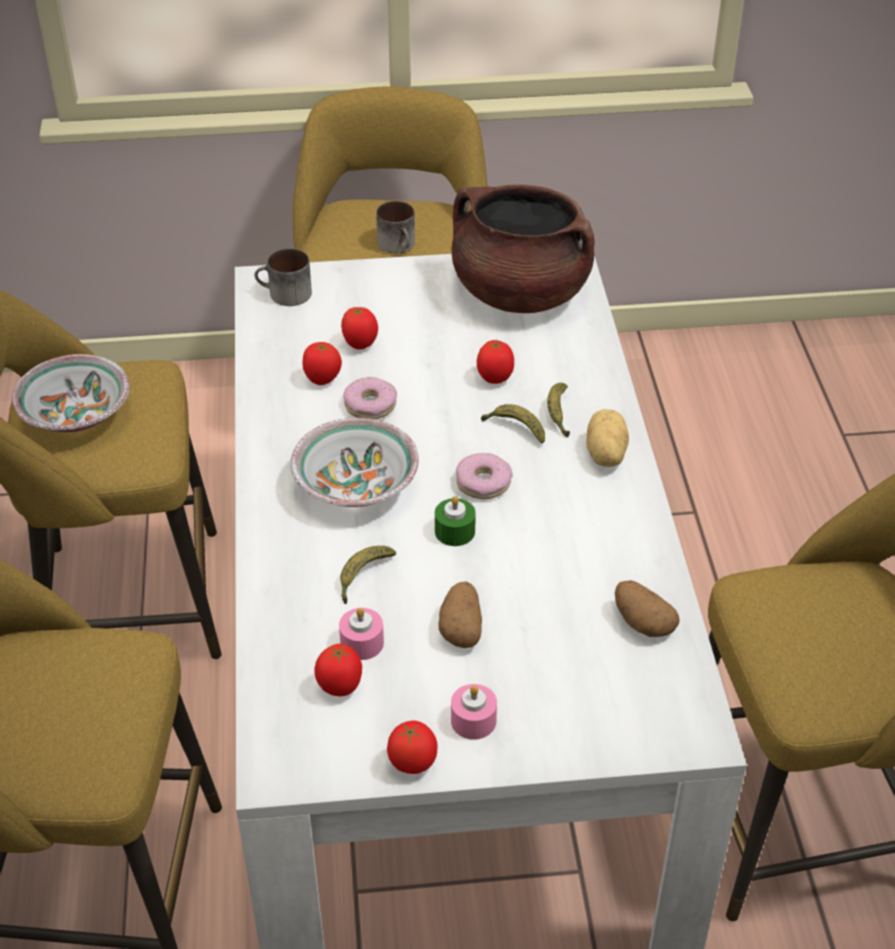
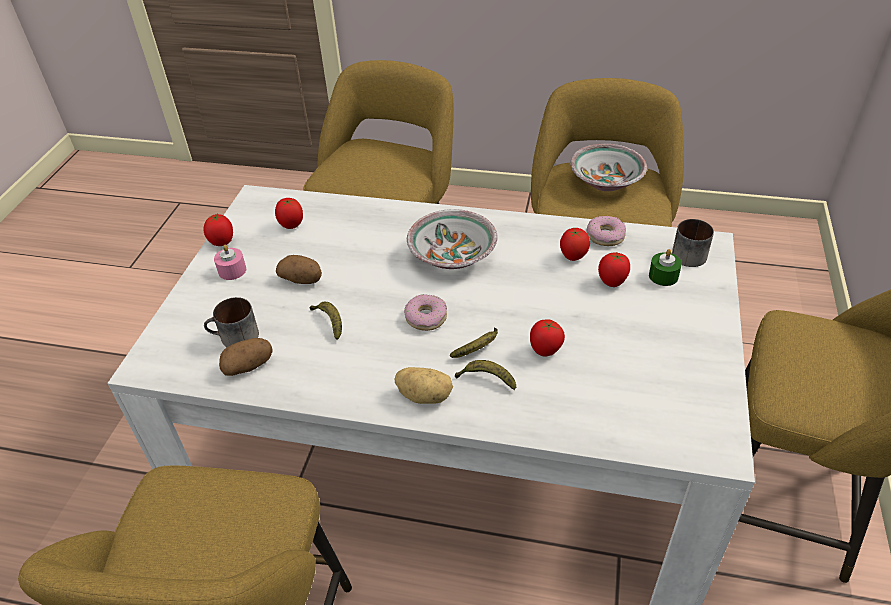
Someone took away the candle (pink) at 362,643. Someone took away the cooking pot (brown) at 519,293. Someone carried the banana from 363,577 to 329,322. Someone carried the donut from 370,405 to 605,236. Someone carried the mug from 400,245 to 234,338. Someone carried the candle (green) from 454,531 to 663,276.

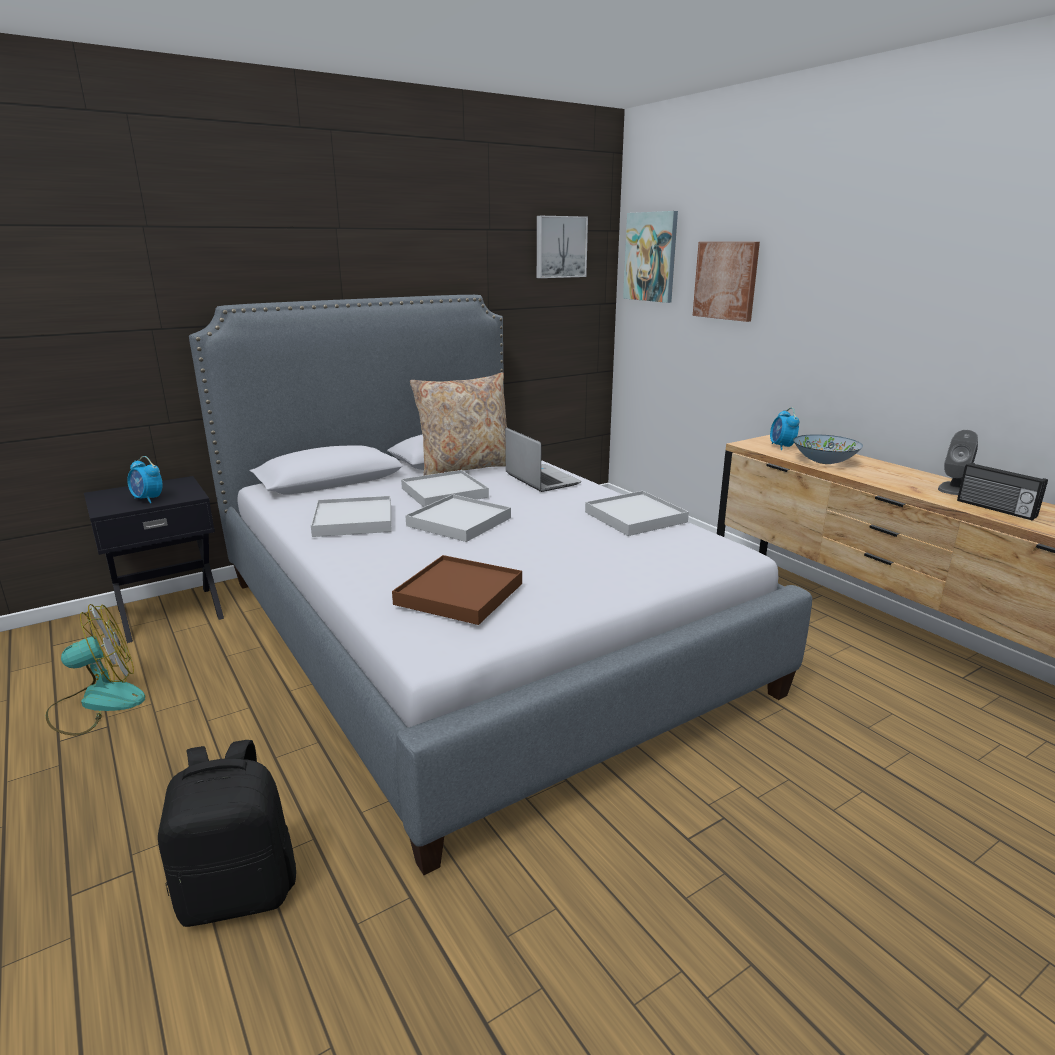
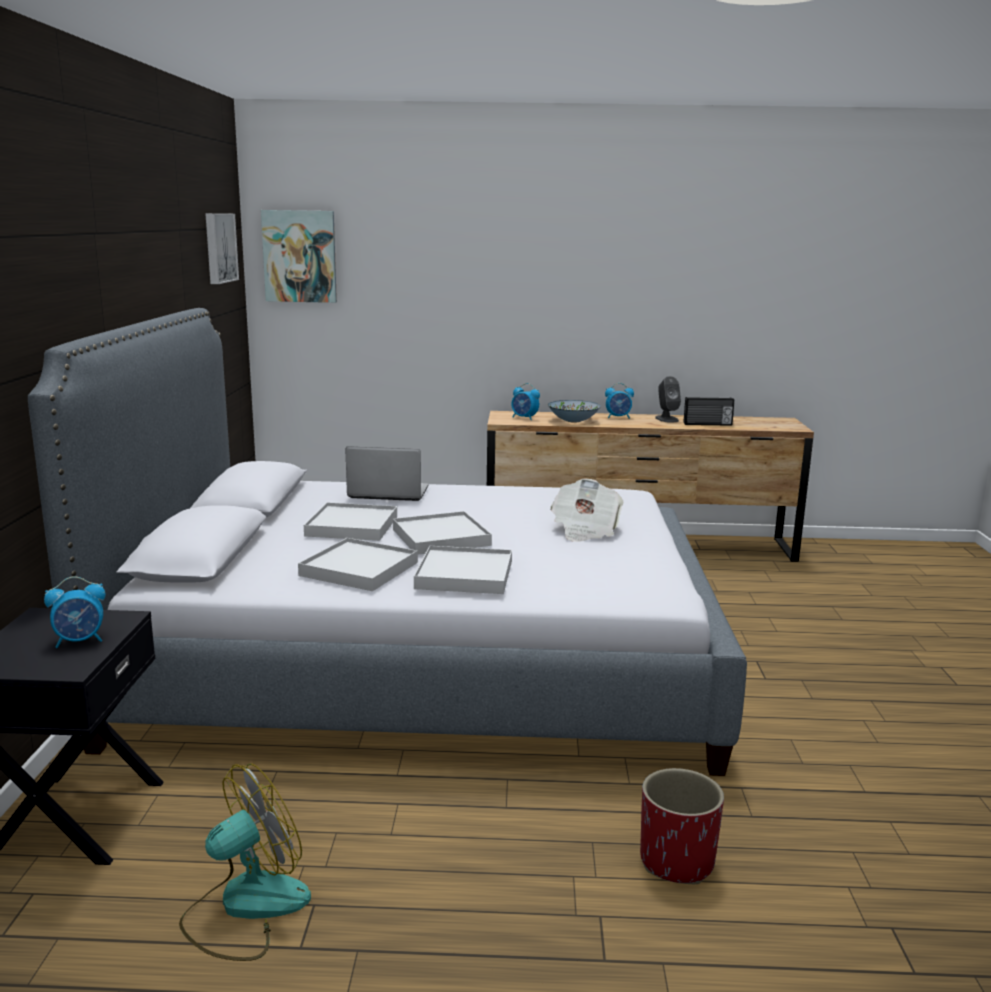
Someone took away the tray (brown) at 459,594. Someone took away the pillow (beige) at 466,468. Someone took away the picture at 726,280. Someone put down the newspaper at 585,530. Someone put down the alarm clock at 618,417. Someone carried the tray (white) from 635,517 to 464,575. Someone swapped the backpack (black) at 239,891 for the planter (red) at 676,861. Someone rotated the fan at 97,703 by 45 degrees clockwise.

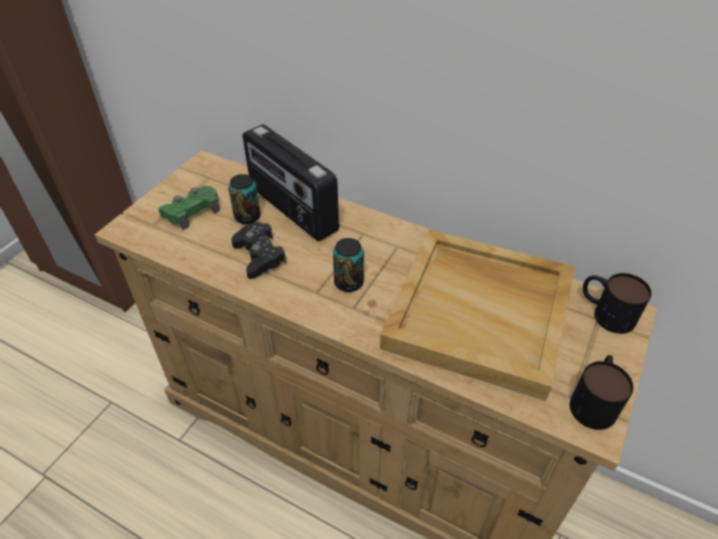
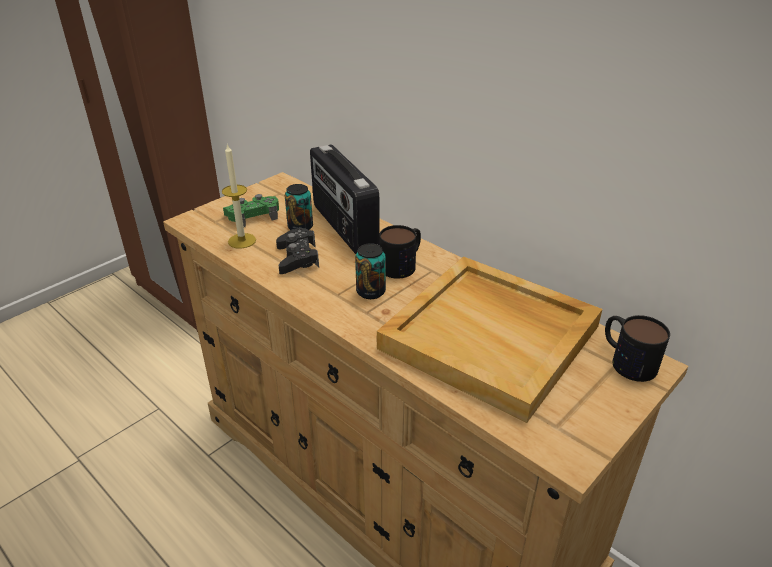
Someone put down the candle at 242,241. Someone carried the mug from 594,400 to 403,264.

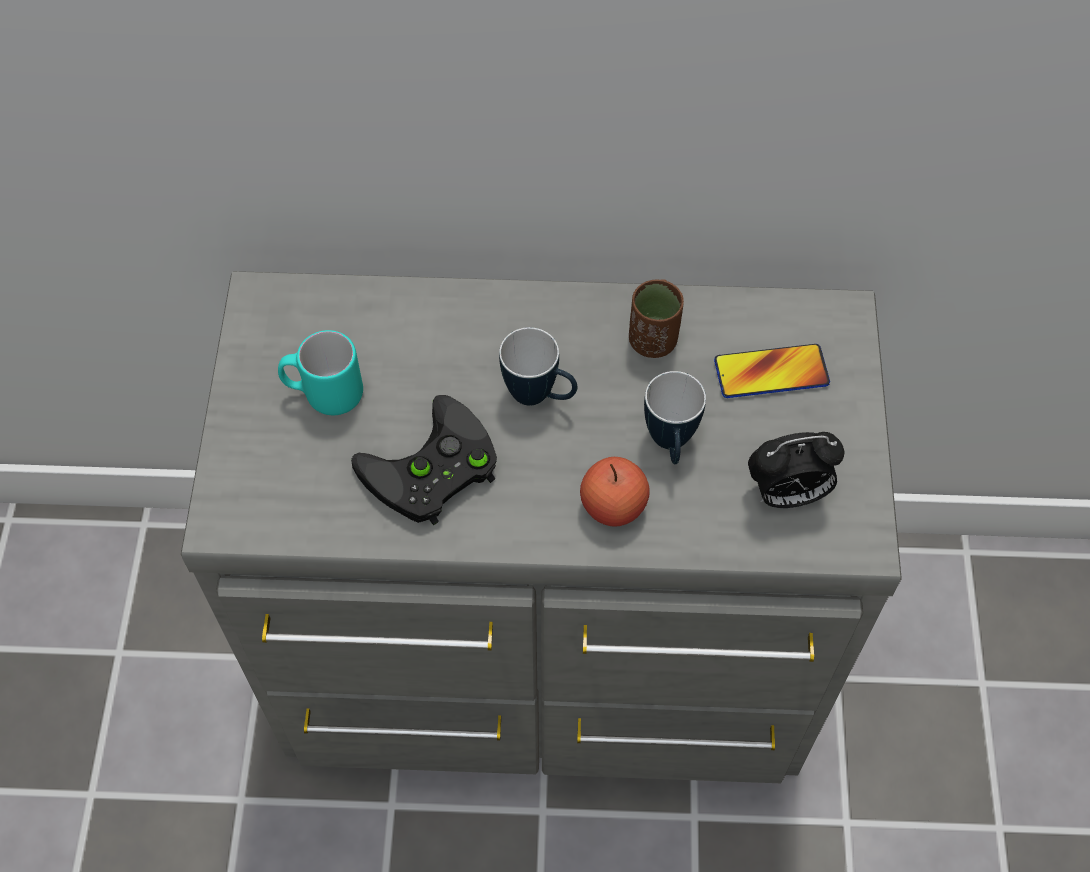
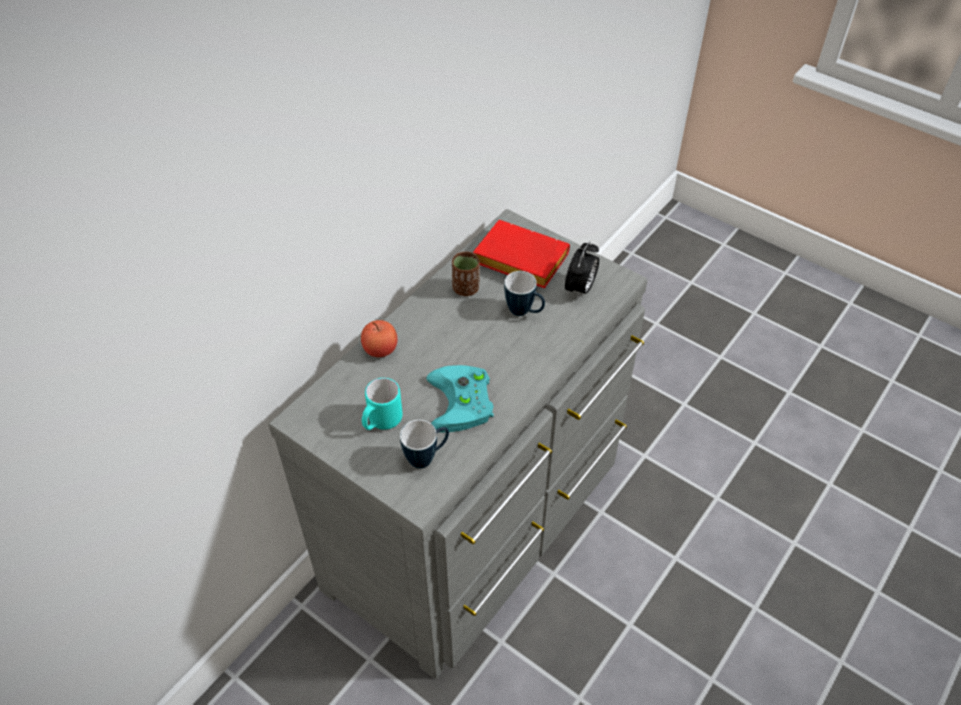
Someone carried the mug from 540,396 to 427,457. Someone carried the apple from 613,505 to 380,349. Someone swapped the phone at 771,372 for the book (red) at 517,260. Someone repainted the game controller (black) at 430,472, which became the game controller (turquoise) at 463,403.

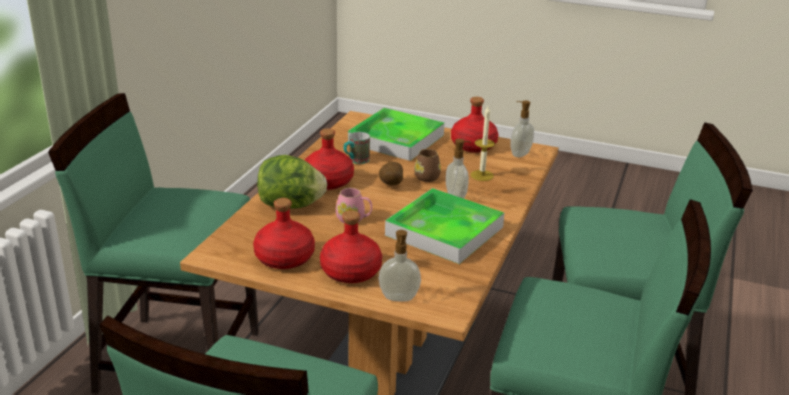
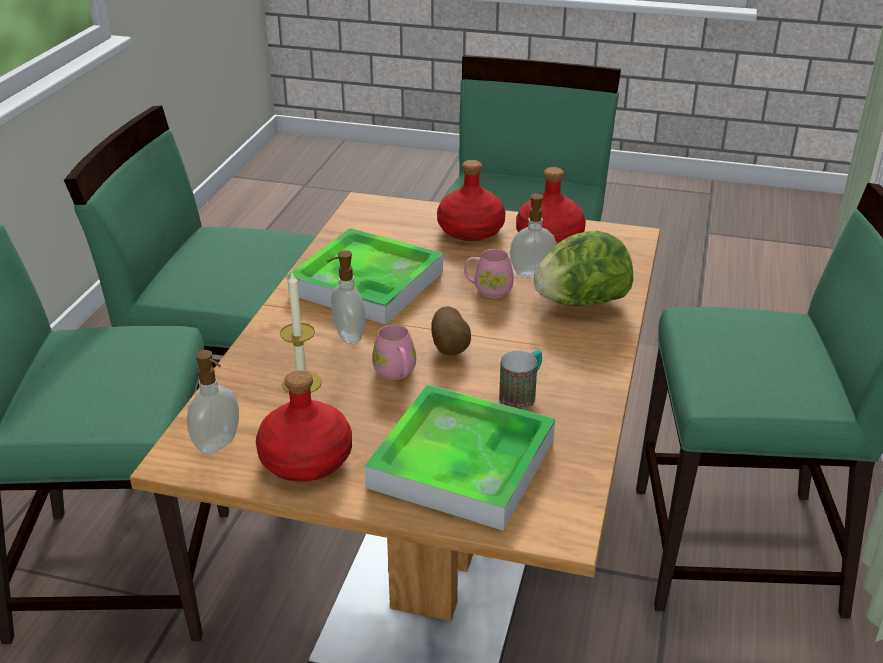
Someone took away the bottle (red) at 328,182. Someone carried the soap dispenser from 399,298 to 532,273. Someone repainted the mug (brown) at 426,176, which became the mug (pink) at 396,373.

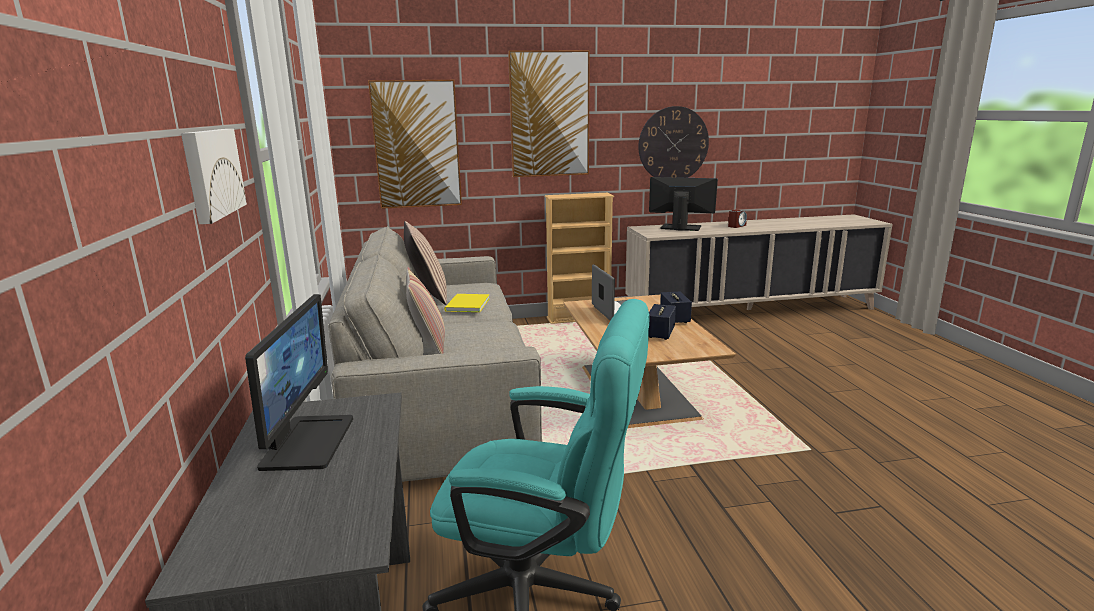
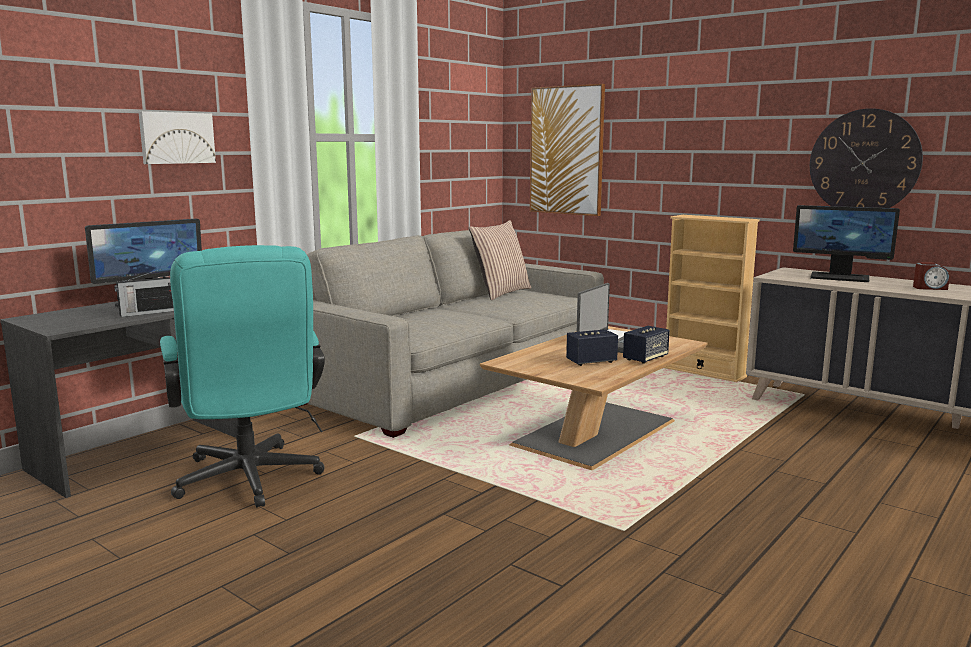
Someone took away the pillow at 428,346. Someone took away the book (yellow) at 466,305. Someone took away the picture at 549,114. Someone put down the radio at 146,313. Someone rotated the monitor at 680,227 by 135 degrees clockwise.

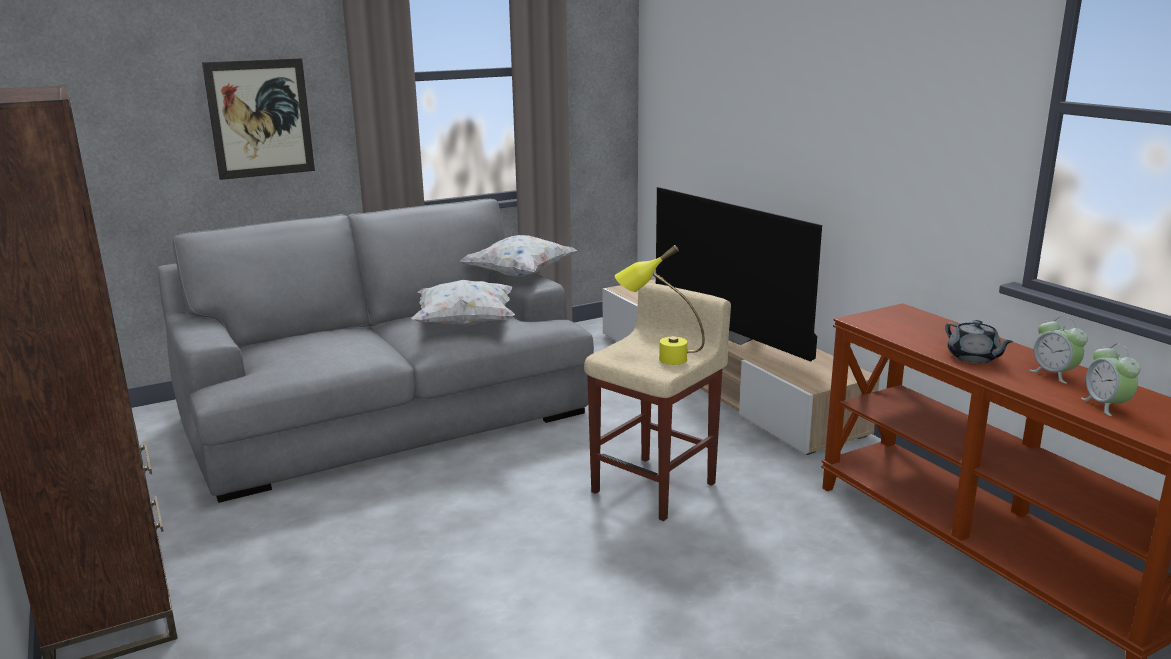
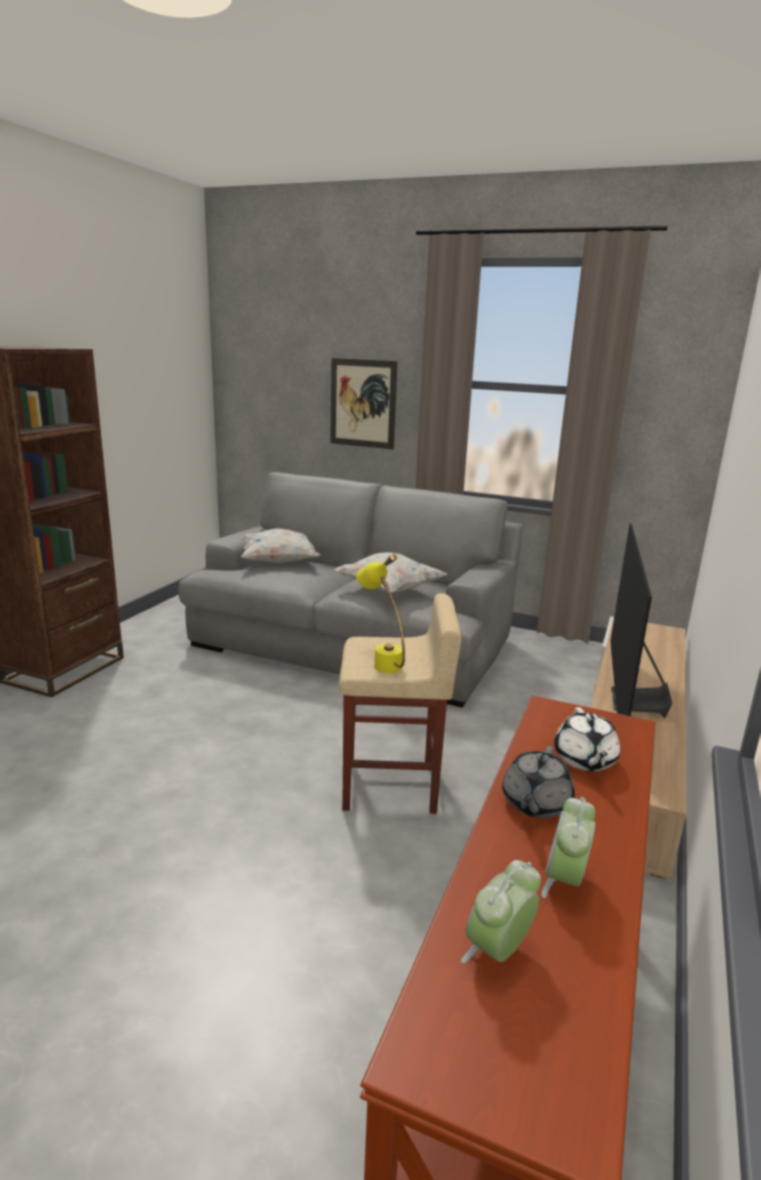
Someone put down the teapot (white) at 584,759. Someone carried the pillow (white) from 520,275 to 279,562.

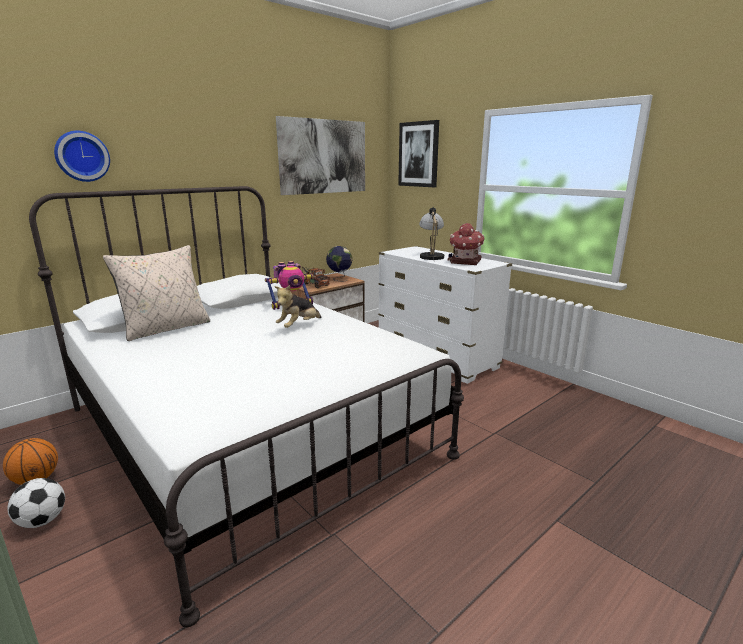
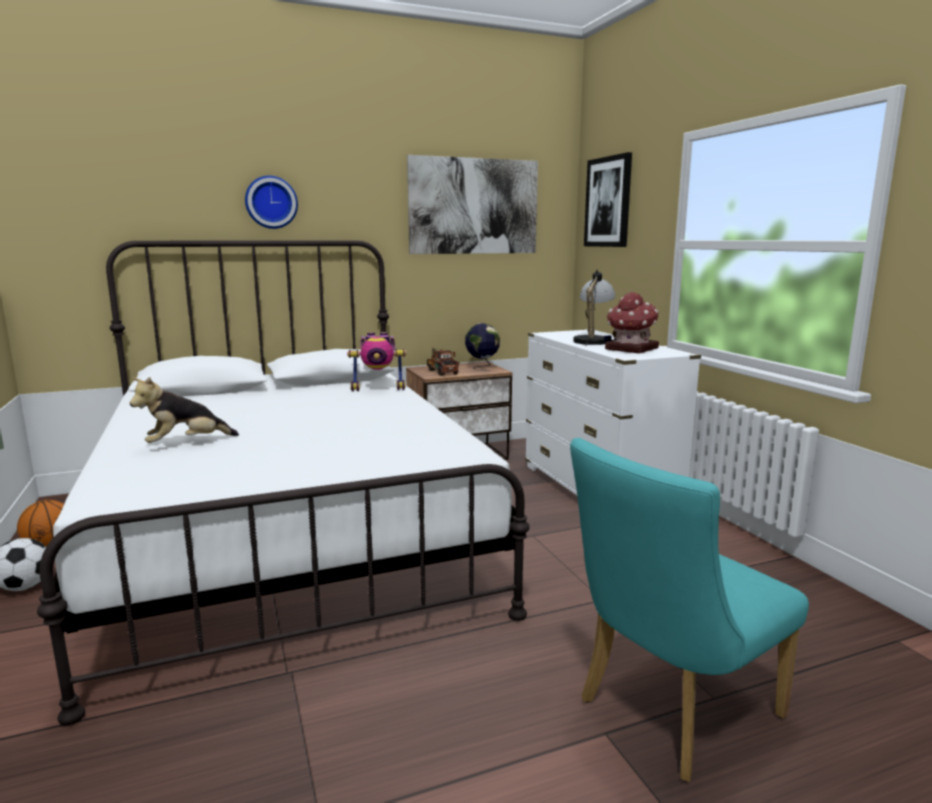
Someone took away the pillow (beige) at 166,328. Someone put down the chair (turquoise) at 669,713. Someone carried the wall clock from 82,156 to 271,202. Someone carried the plush toy from 299,326 to 186,444.

